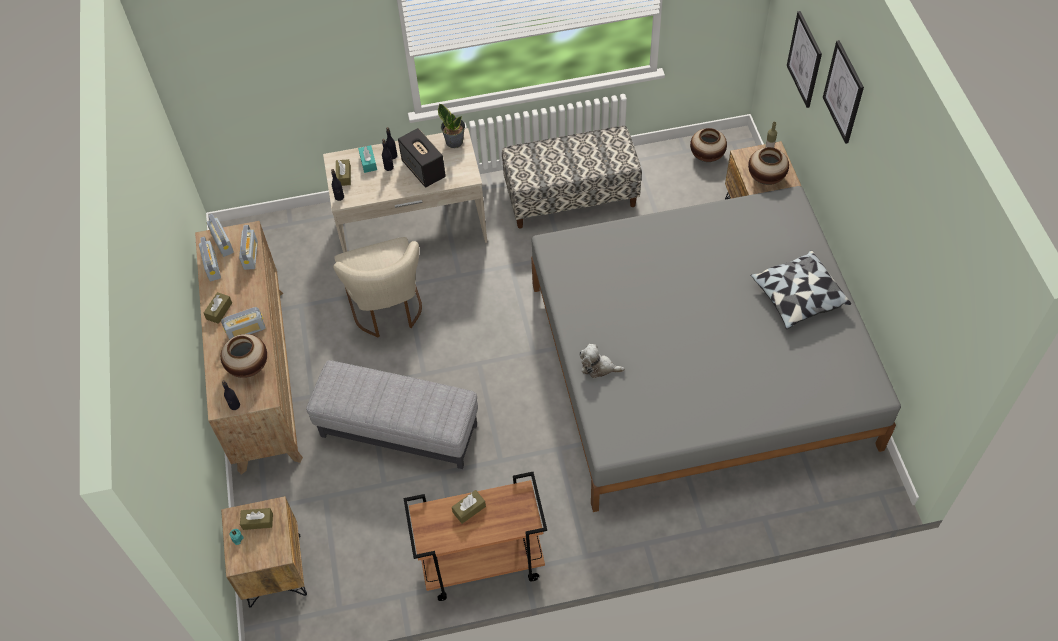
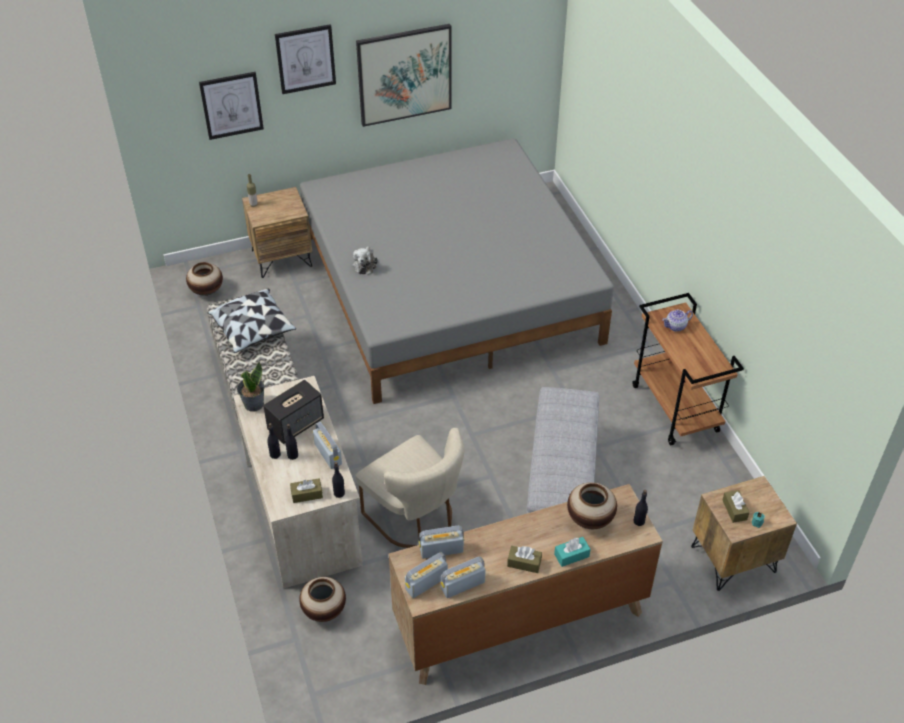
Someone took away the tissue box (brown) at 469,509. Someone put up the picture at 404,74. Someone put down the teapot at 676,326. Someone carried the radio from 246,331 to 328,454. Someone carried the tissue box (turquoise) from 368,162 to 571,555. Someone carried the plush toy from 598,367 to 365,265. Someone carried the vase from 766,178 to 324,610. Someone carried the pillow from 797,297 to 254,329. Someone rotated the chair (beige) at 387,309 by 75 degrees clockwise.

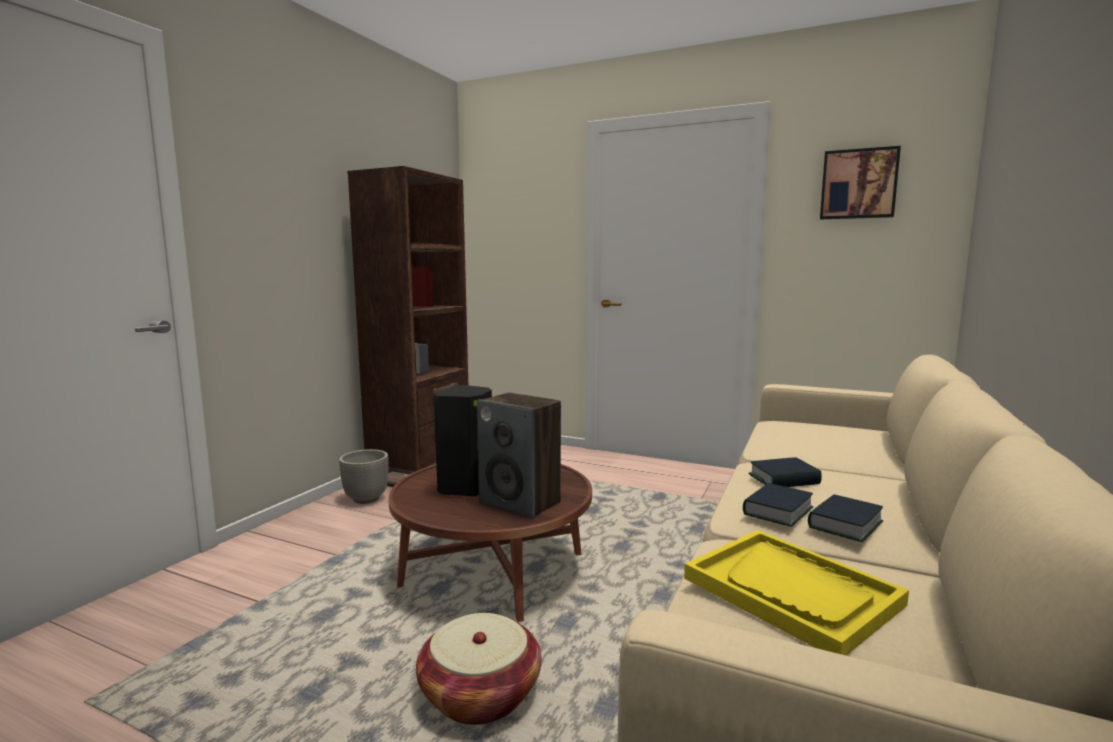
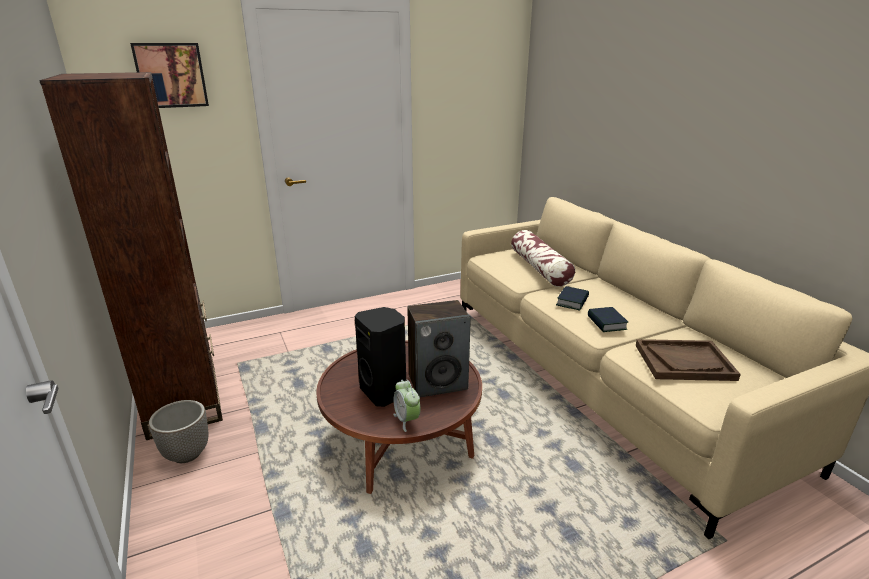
Someone took away the basket at 480,694. Someone took away the book at 844,525. Someone put down the alarm clock at 407,420. Someone put down the pillow at 540,268. Someone carried the picture from 858,184 to 171,75. Someone repainted the tray (yellow) at 791,591, which became the tray (brown) at 684,362.

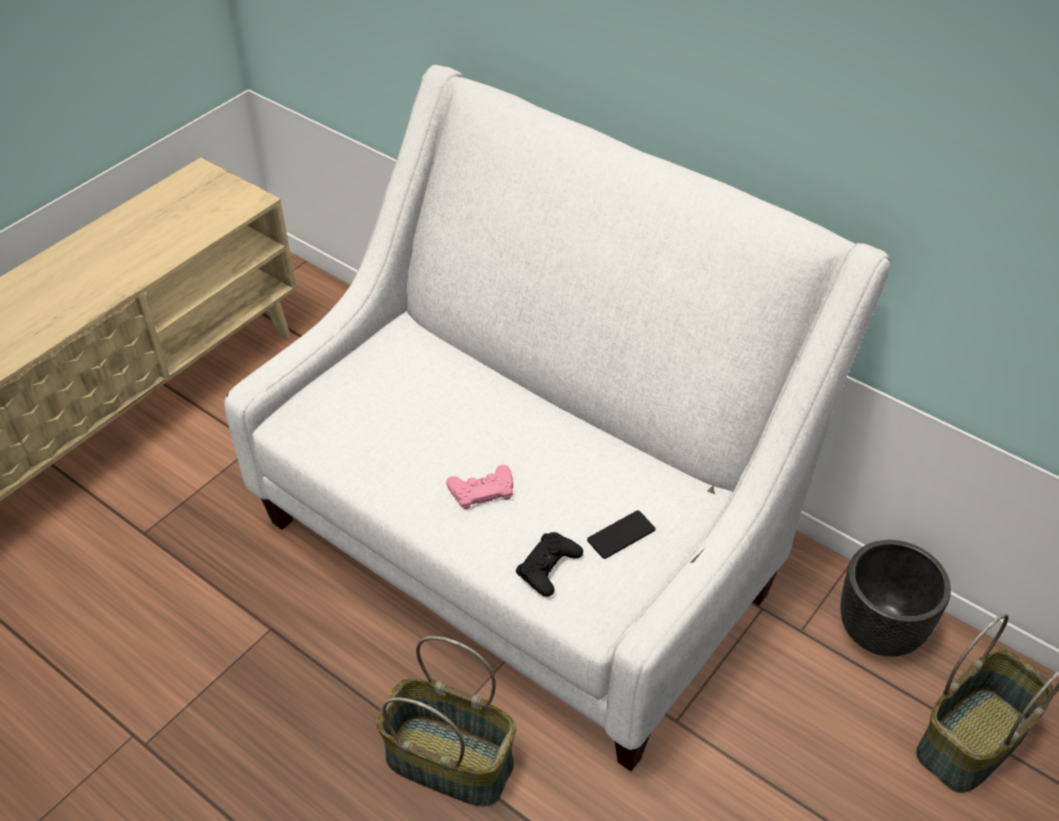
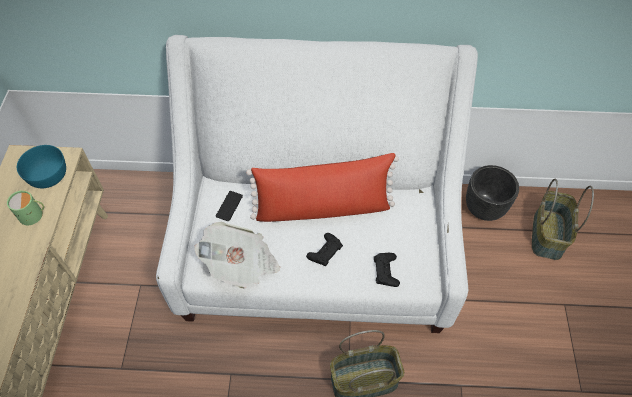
Someone put down the mug (green) at 33,215. Someone put down the bowl (turquoise) at 48,175. Someone put down the newspaper at 241,264. Someone put down the pillow (red) at 323,207. Someone carried the phone from 621,535 to 229,206. Someone repainted the game controller (pink) at 482,490, which became the game controller (black) at 325,251.

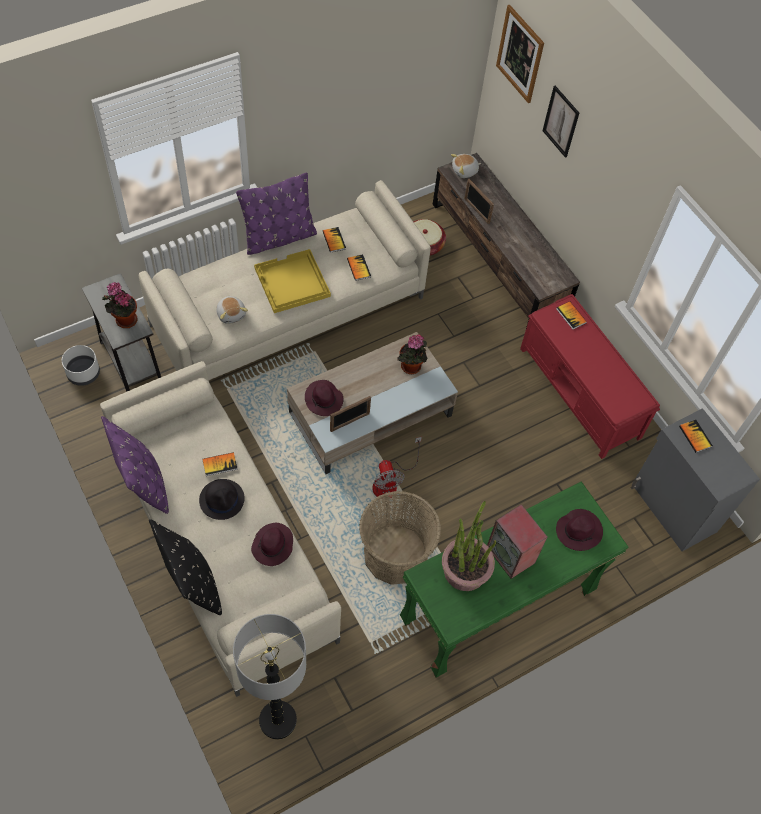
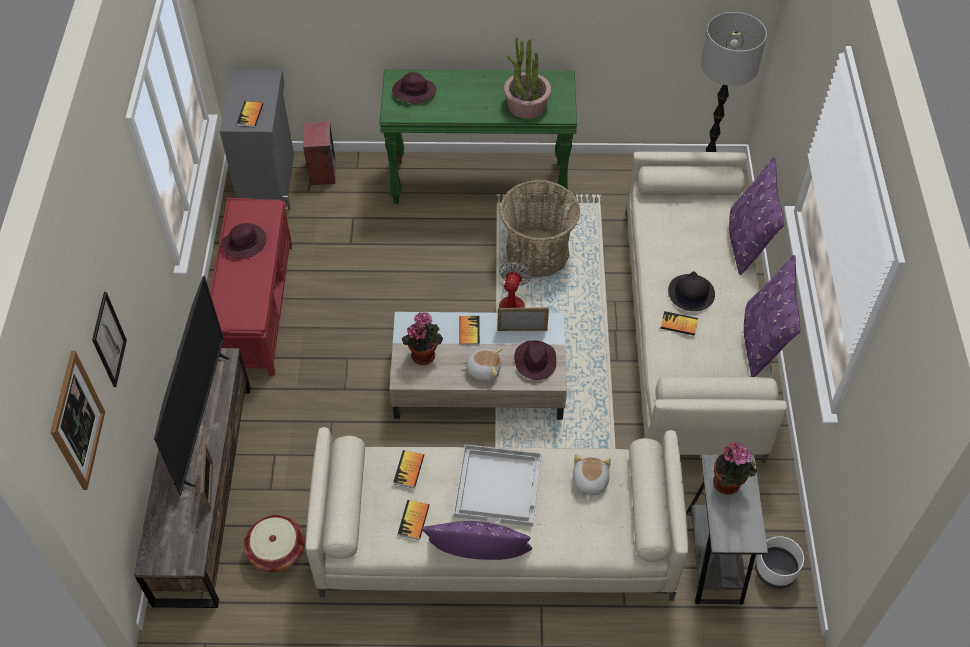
Someone put down the television at 202,419. Someone carried the hat (purple) from 272,546 to 245,242. Someone carried the plush toy from 465,171 to 483,369. Someone carried the speaker from 511,555 to 322,171. Someone carried the book from 571,316 to 469,331. Someone repainted the pillow (black) at 192,582, which became the pillow (purple) at 746,242. Someone repainted the tray (yellow) at 292,283, which became the tray (white) at 499,485.

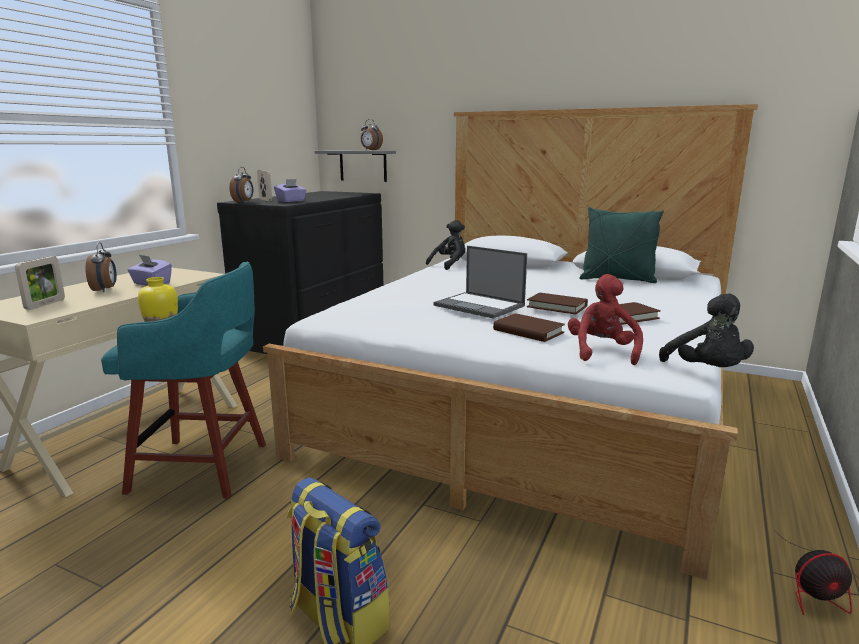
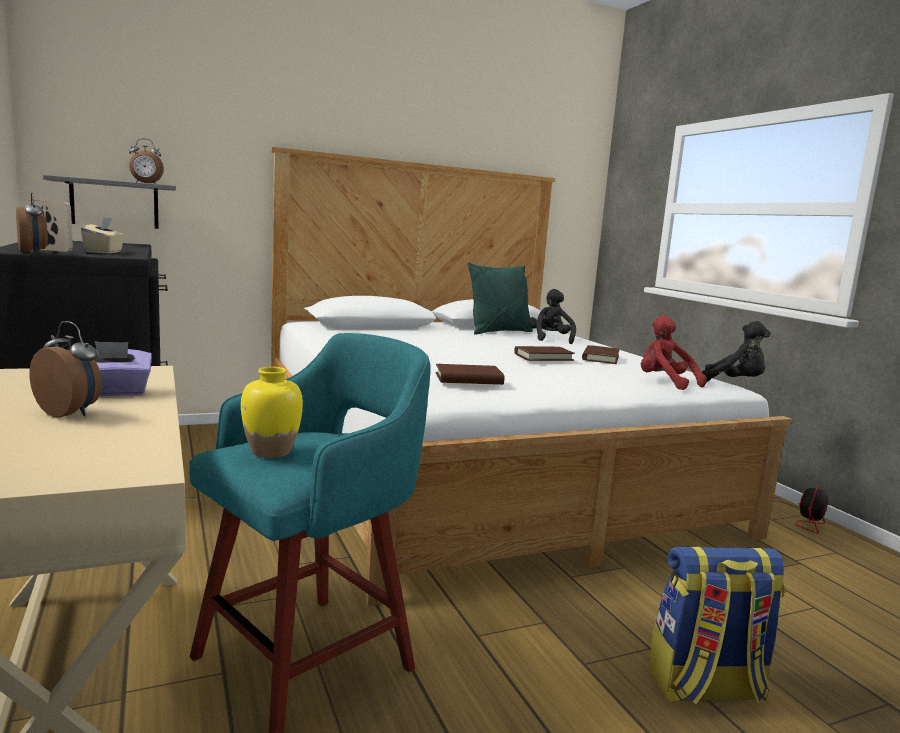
Someone took away the picture frame at 45,304. Someone took away the laptop at 480,306. Someone carried the plush toy (black) from 449,265 to 550,339. Someone carried the book (brown) from 528,331 to 468,379. Someone repainted the tissue box (purple) at 291,201, which became the tissue box (beige) at 104,252.

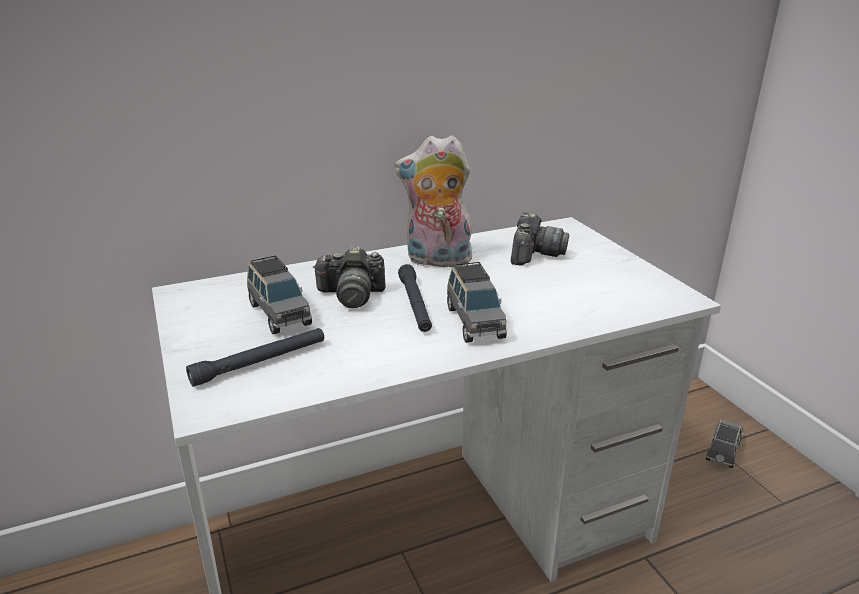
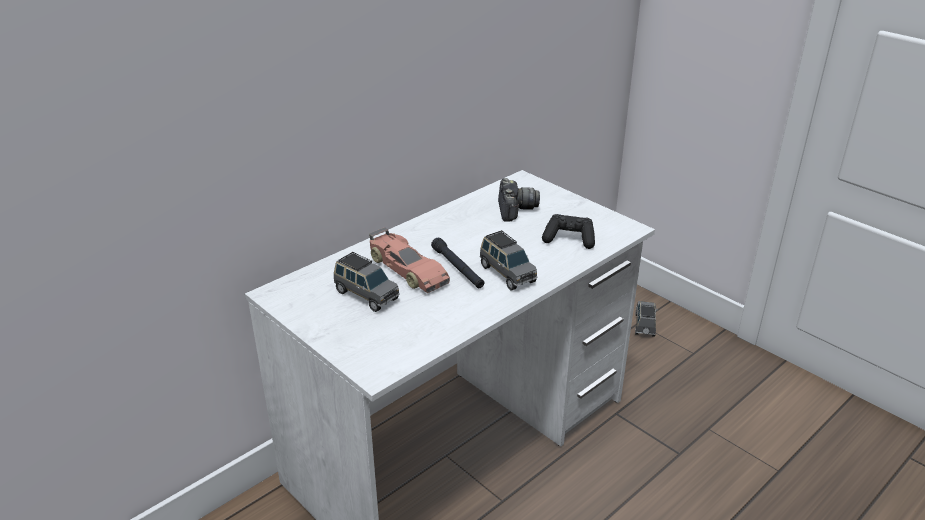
Someone took away the flashlight (black) at 260,363. Someone took away the plush toy at 437,261. Someone put down the game controller (black) at 569,239. Someone swapped the photo camera at 351,295 for the toy car at 407,270.

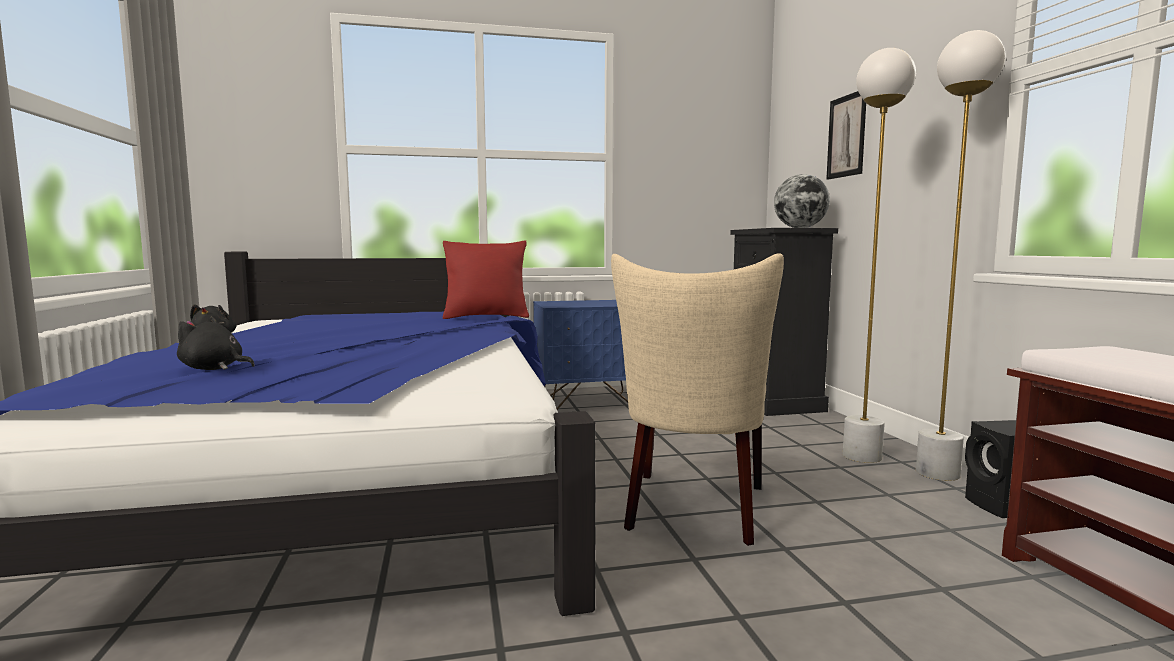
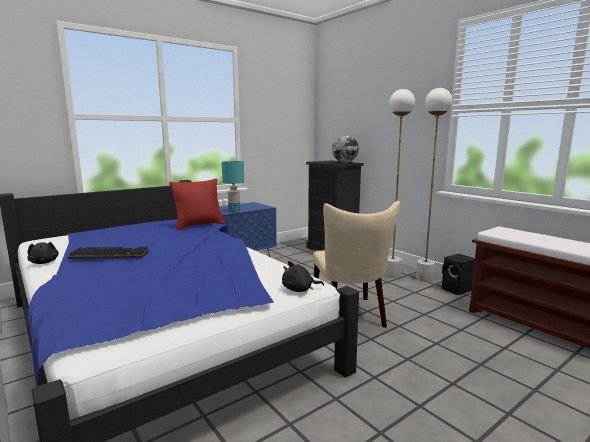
Someone took away the picture at 846,136. Someone put down the keyboard at 111,255. Someone put down the table lamp (turquoise) at 234,211. Someone carried the plush toy (black) from 214,369 to 299,290.

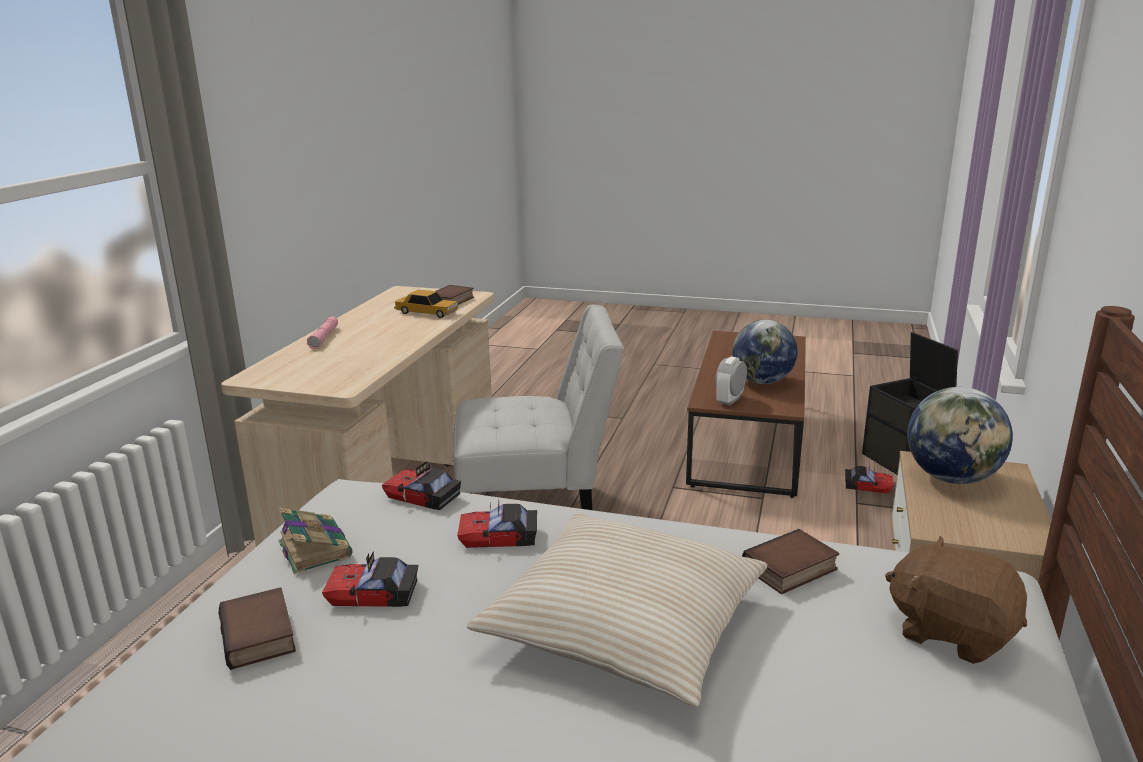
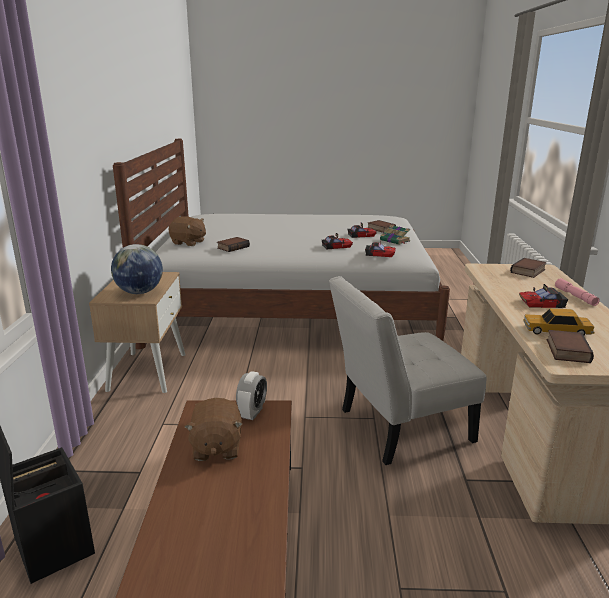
Someone took away the pillow (beige) at 625,624. Someone put down the book at 528,271. Someone carried the toy car from 867,485 to 542,303. Someone swapped the globe at 762,381 for the plush toy (brown) at 216,447.

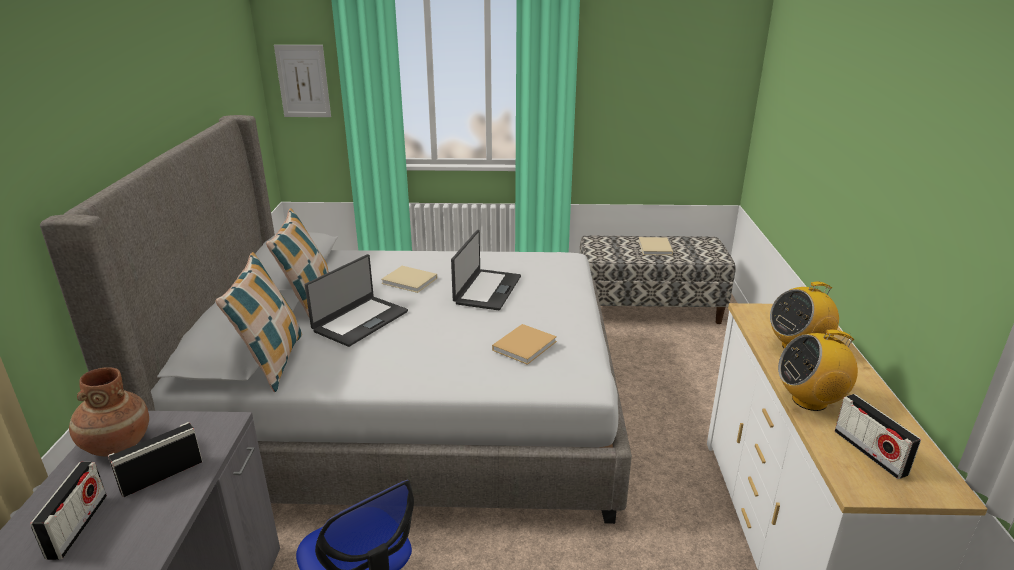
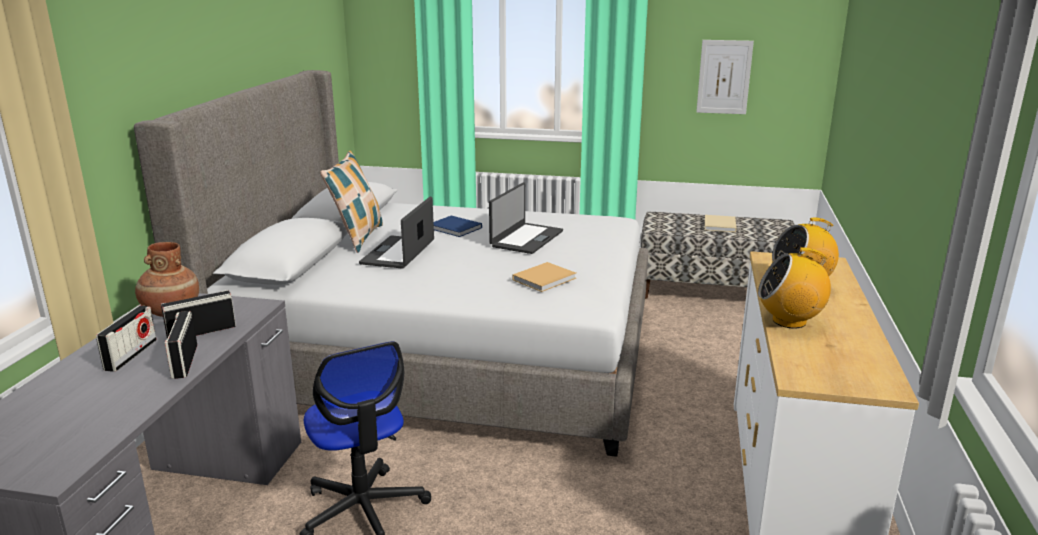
Someone took away the pillow at 272,362. Someone carried the picture from 303,81 to 724,77. Someone carried the radio from 870,452 to 184,361. Someone repainted the book (beige) at 411,281, which became the book (blue) at 456,228. Someone rotated the laptop at 360,321 by 150 degrees clockwise.

